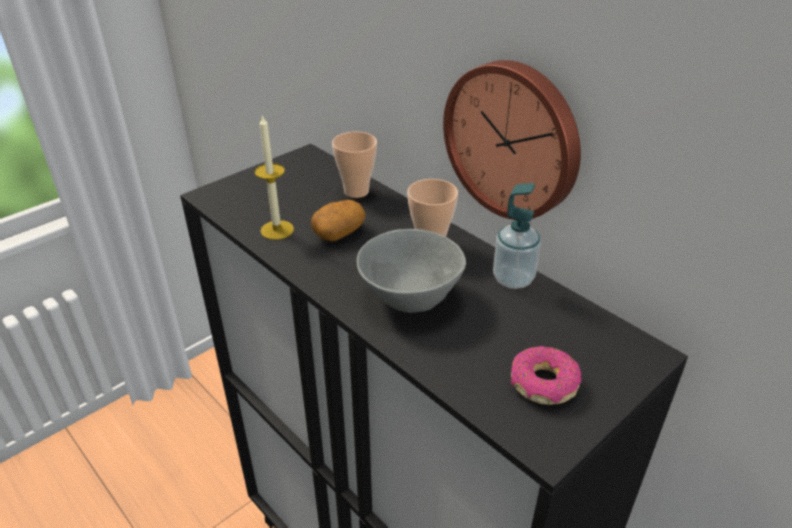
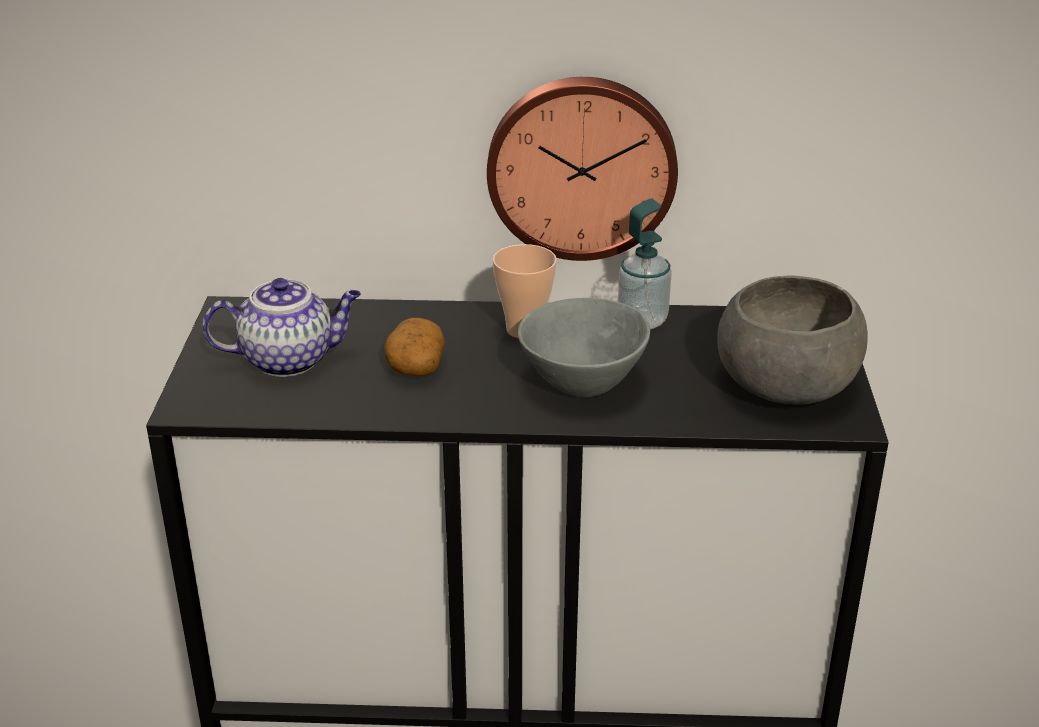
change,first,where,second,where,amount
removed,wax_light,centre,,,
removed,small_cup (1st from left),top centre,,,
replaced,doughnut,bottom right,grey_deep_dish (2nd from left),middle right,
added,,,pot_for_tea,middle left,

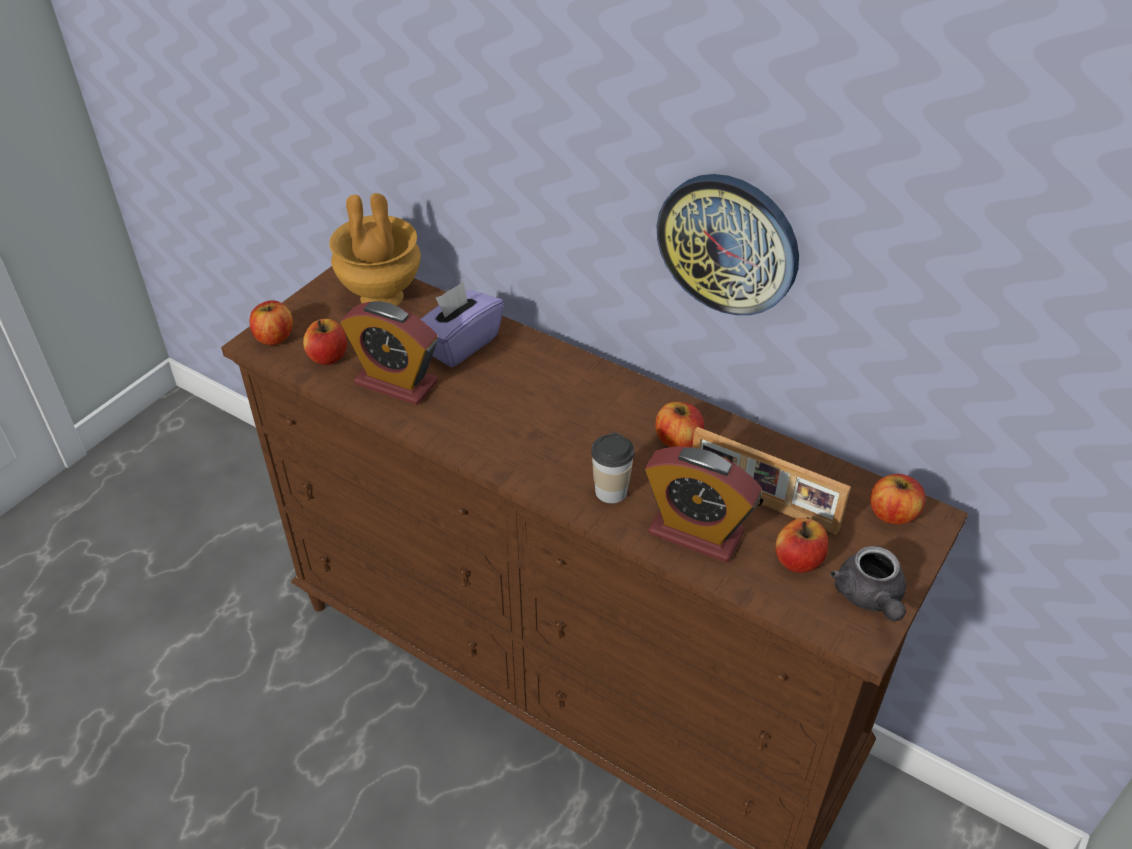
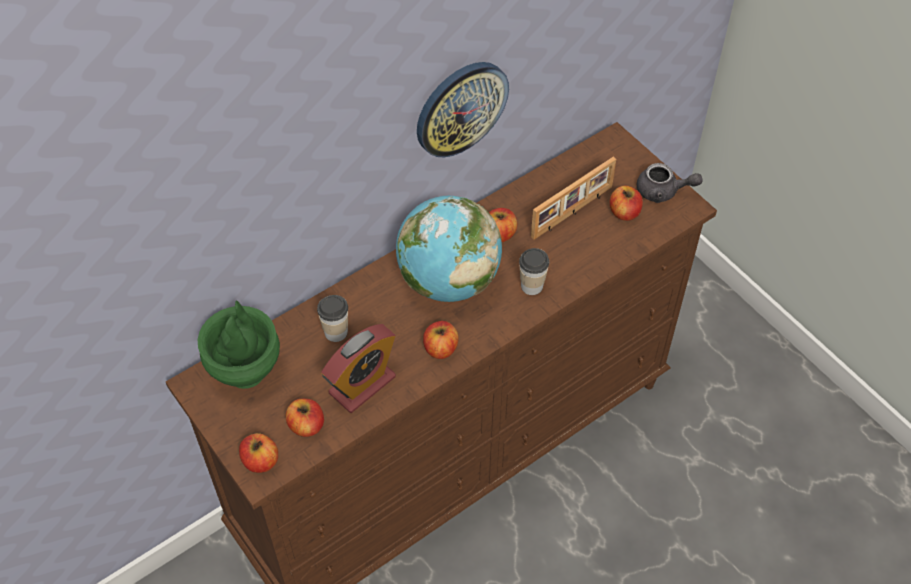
change,first,where,second,where,amount
recoloured,brown_vase,top left,green_vase,middle left,
replaced,purple_tissue_box,centre,small_cup (1st from left),centre,
removed,alarm_clock (2nd from left),centre,,,
moved,apple_fruit (5th from left in the first image),middle right,apple_fruit (3rd from left),centre,
added,,,desk_globe,centre,

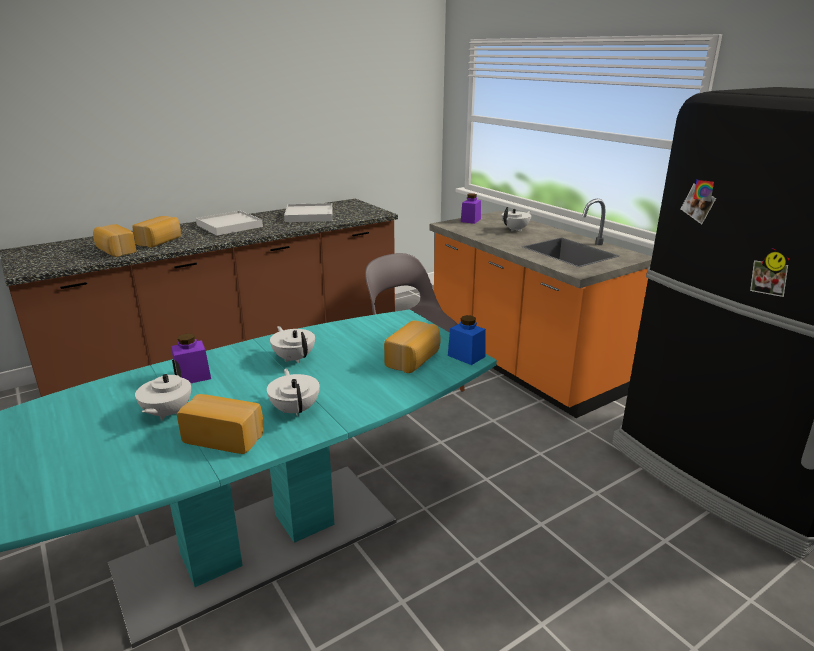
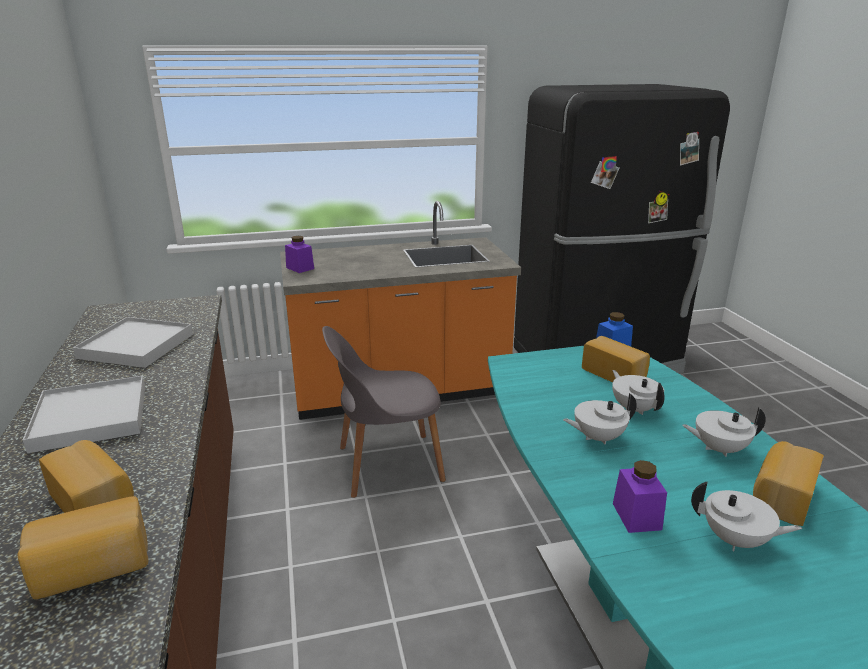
change,first,where,second,where,amount
moved,white-coloured_pot_for_tea (4th from left in the first image),centre,white-coloured_pot_for_tea (2nd from left),middle right,

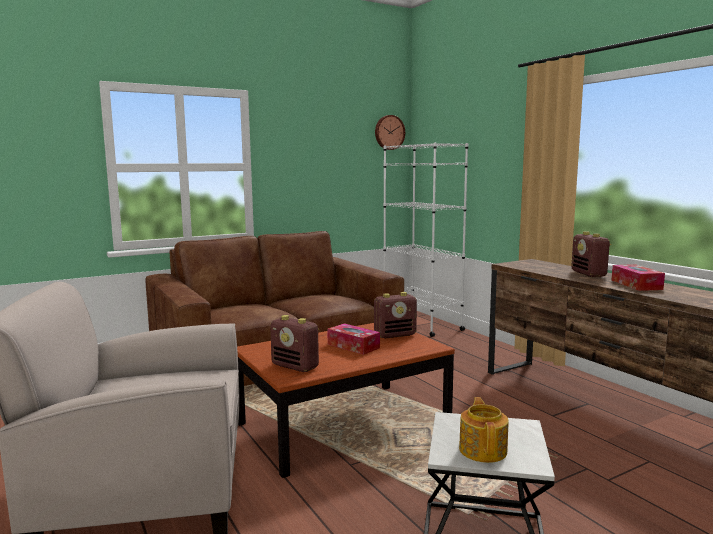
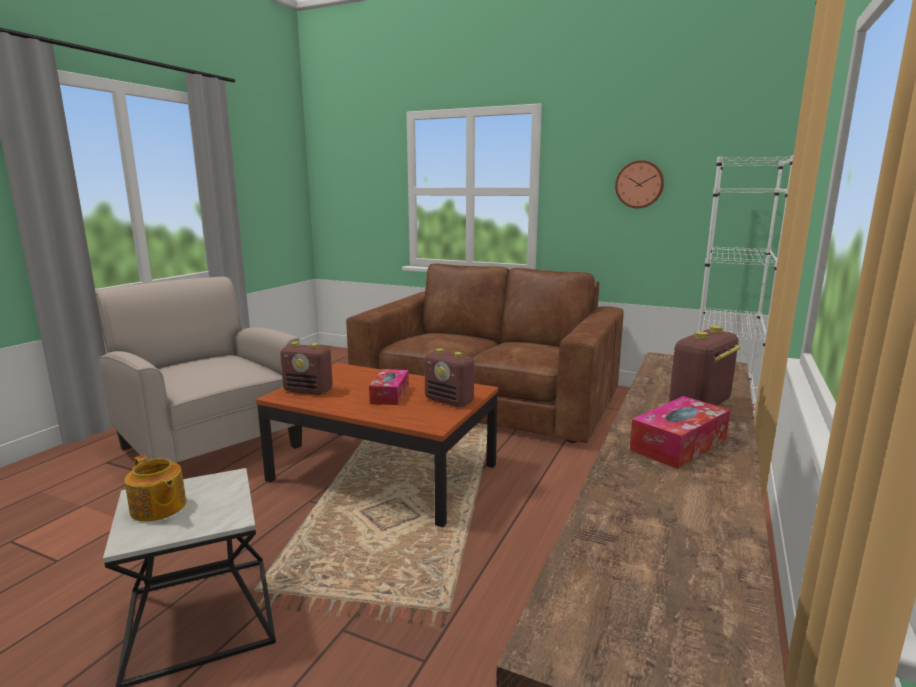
change,first,where,second,where,amount
moved,clock_on_the_wall,top centre,,top right,
turned,radio_receiver (1st from left),centre,,centre,75 degrees counterclockwise
turned,pot_for_tea,bottom right,,bottom left,75 degrees clockwise

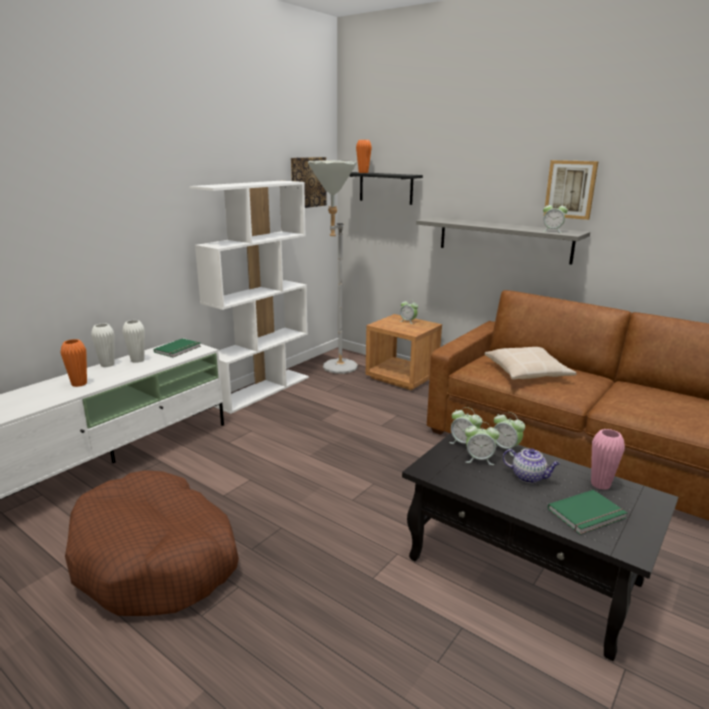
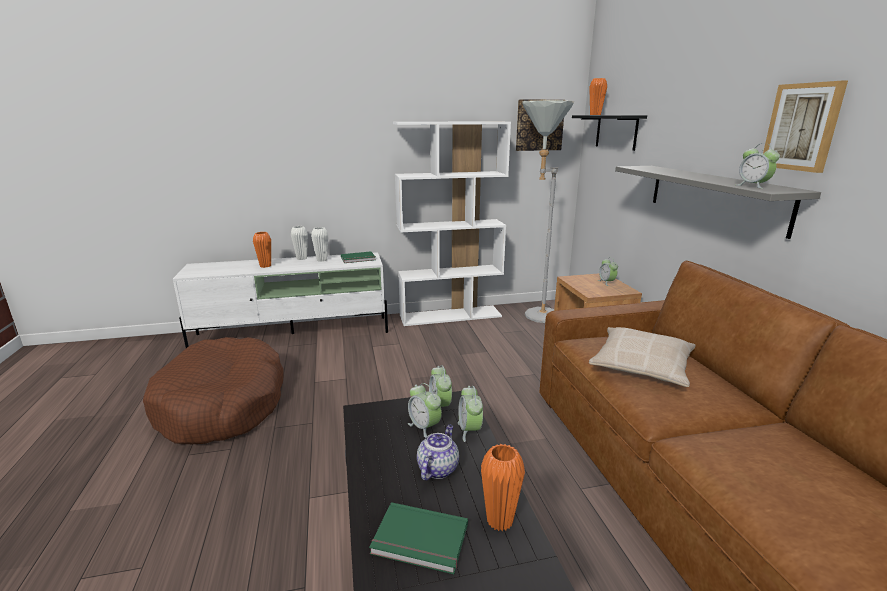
change,first,where,second,where,amount
recoloured,pink-coloured_vase,middle right,orangey_vase (2nd from left),bottom centre,
turned,pot_for_tea,middle right,,bottom centre,135 degrees counterclockwise

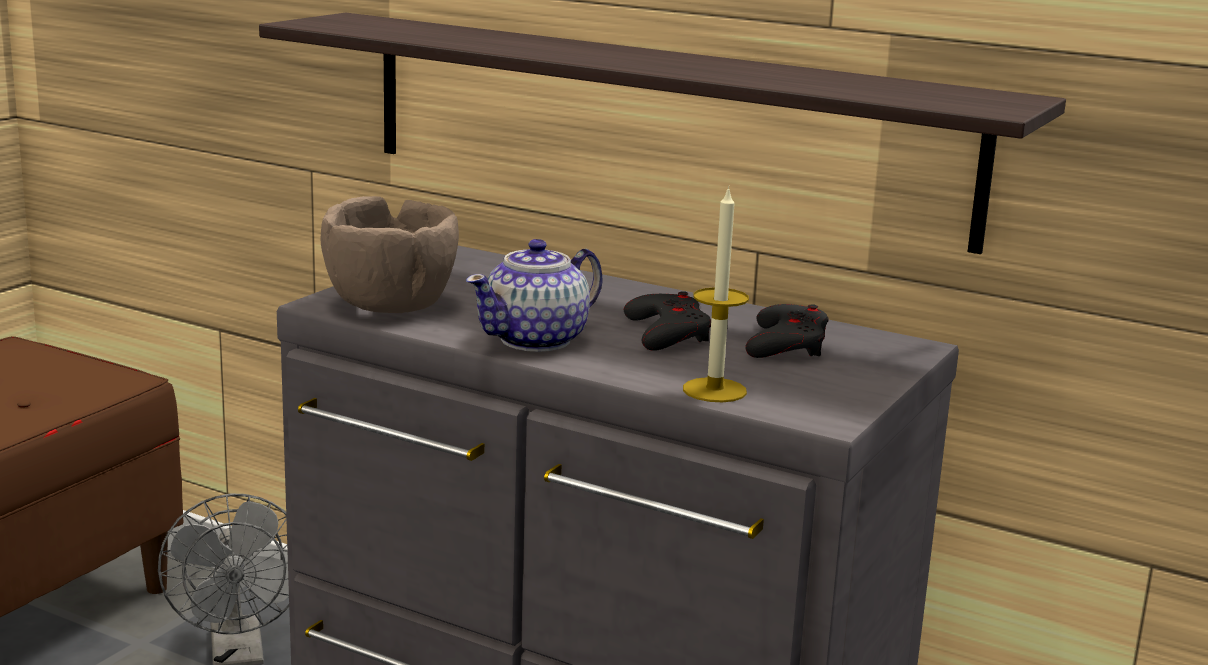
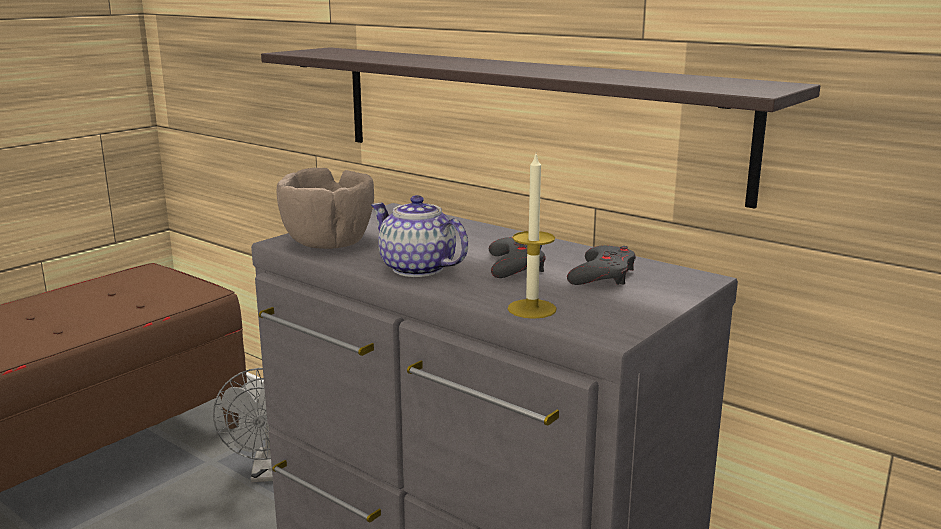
change,first,where,second,where,amount
turned,pot_for_tea,centre,,centre,75 degrees clockwise

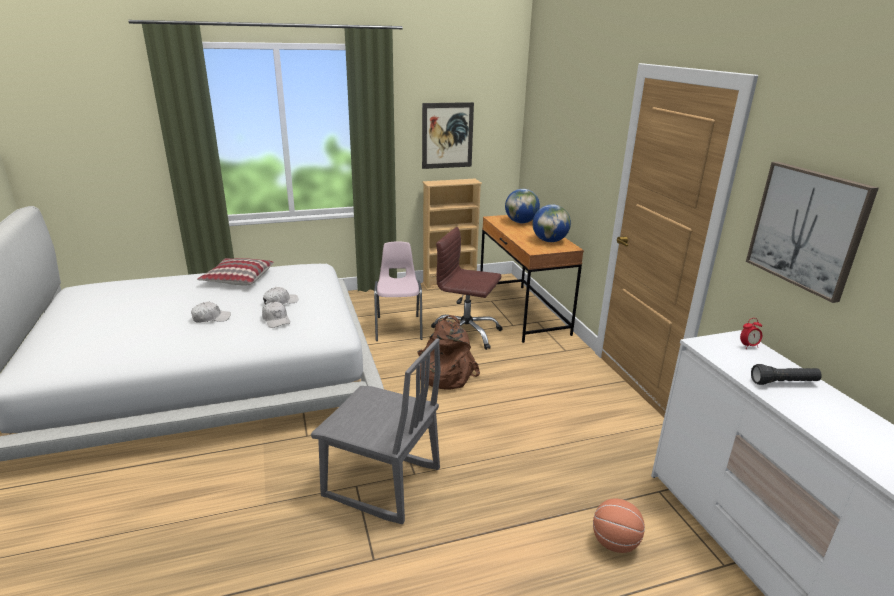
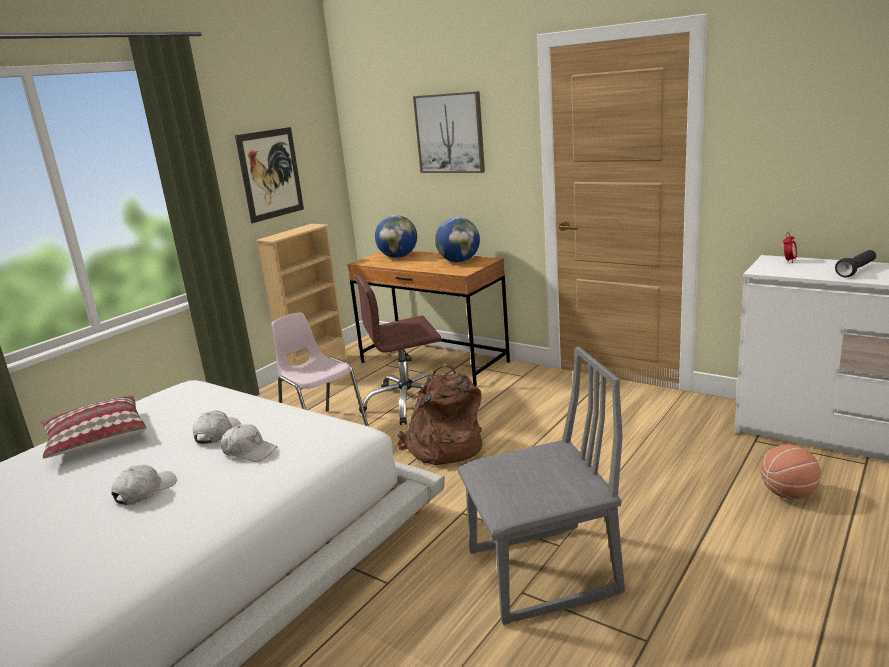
change,first,where,second,where,amount
moved,picture (2nd from left),middle right,,top centre,

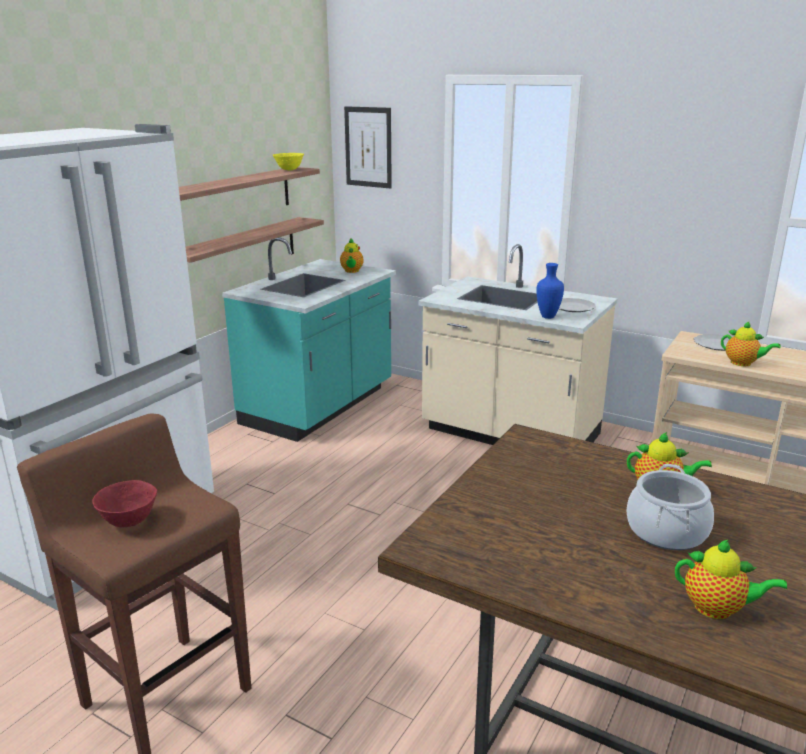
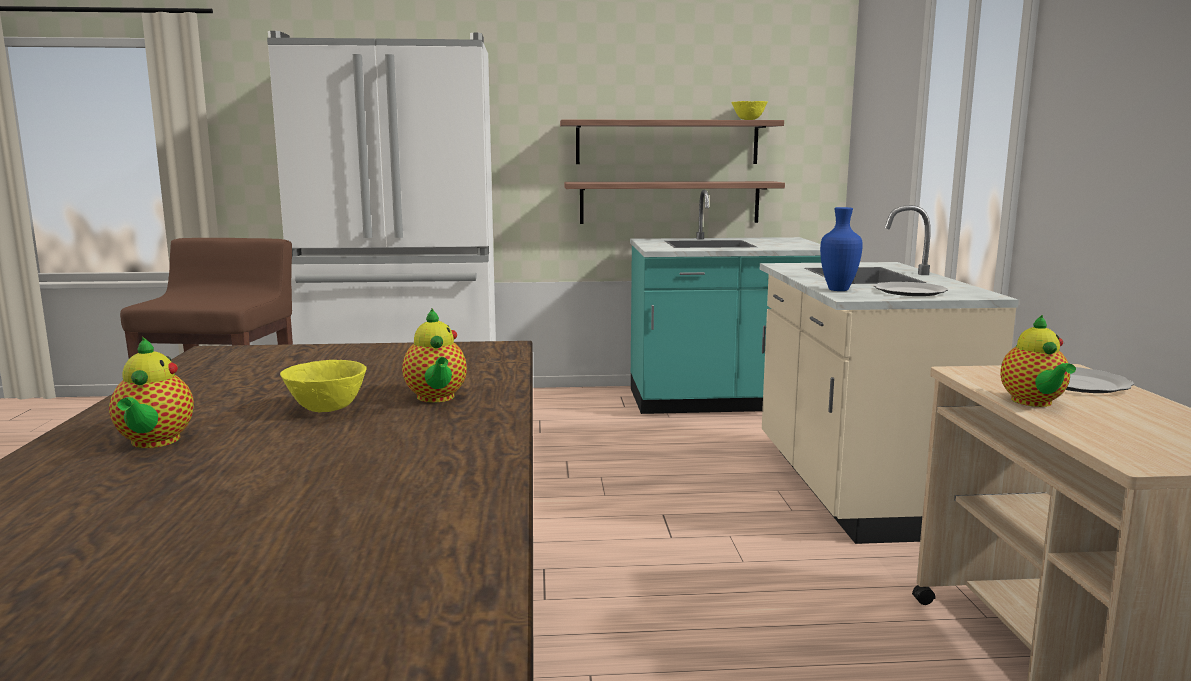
change,first,where,second,where,amount
removed,picture,top centre,,,
removed,pot_for_tea (1st from left),centre,,,
replaced,saucepot,bottom right,yellow_deep_dish (1st from left),middle left,
removed,red_deep_dish,bottom left,,,

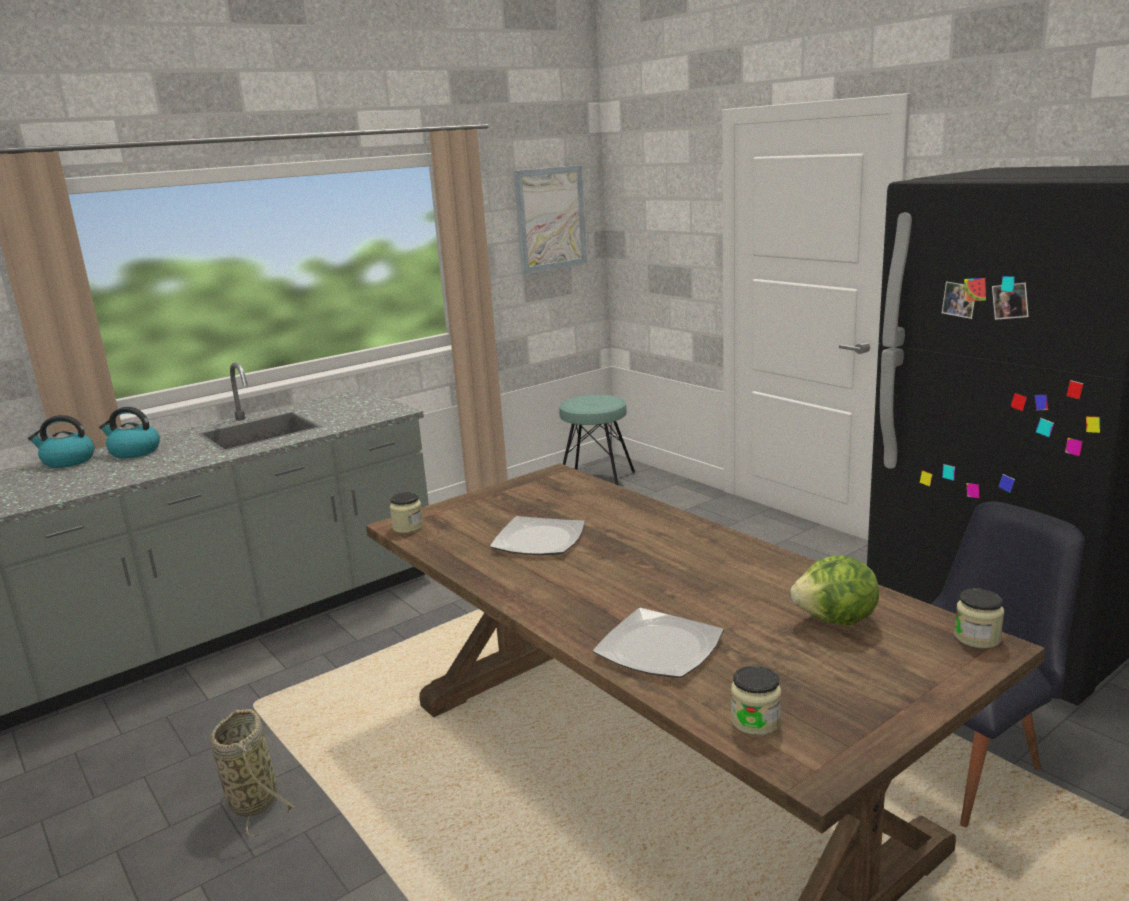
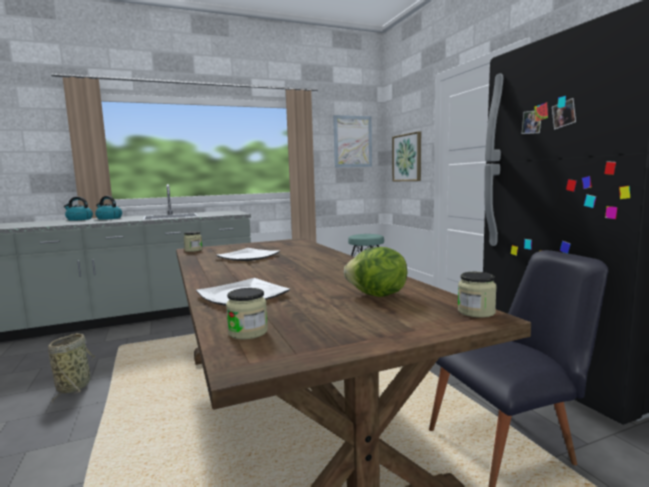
change,first,where,second,where,amount
added,,,picture (2nd from left),top centre,

